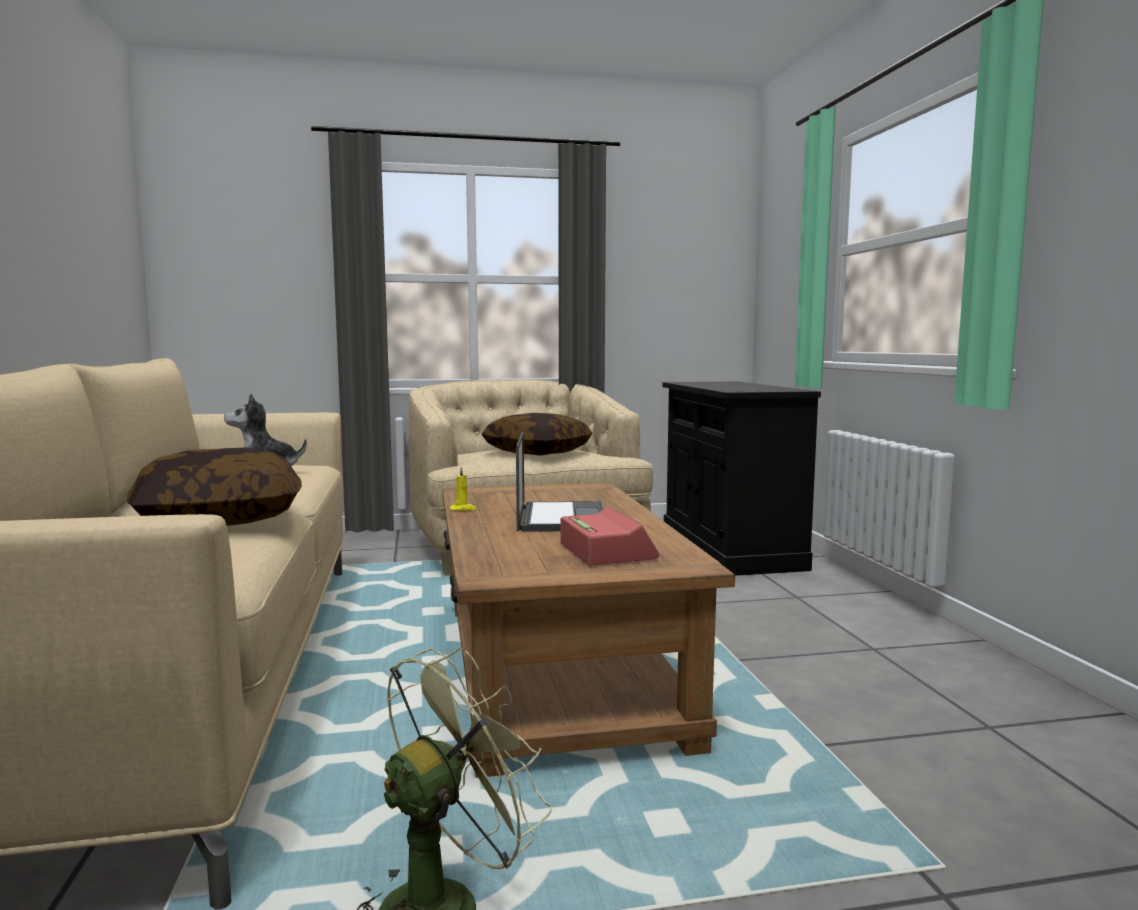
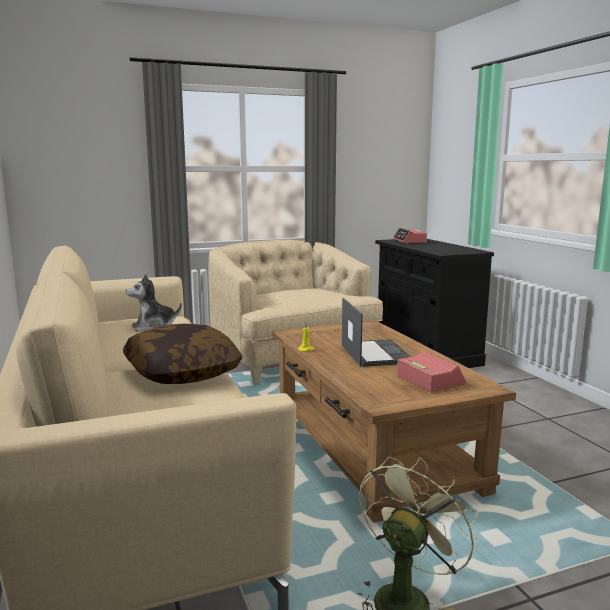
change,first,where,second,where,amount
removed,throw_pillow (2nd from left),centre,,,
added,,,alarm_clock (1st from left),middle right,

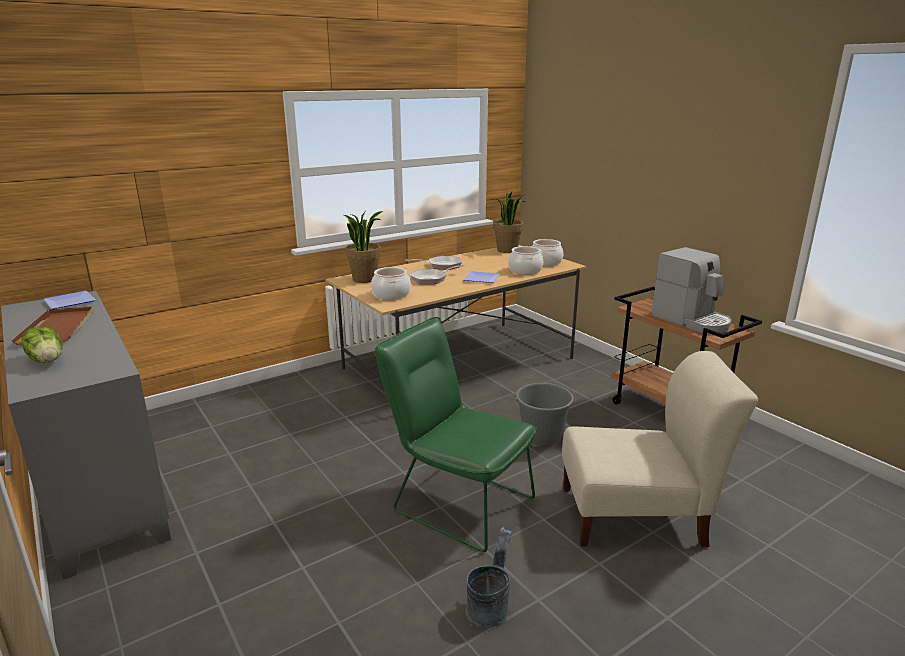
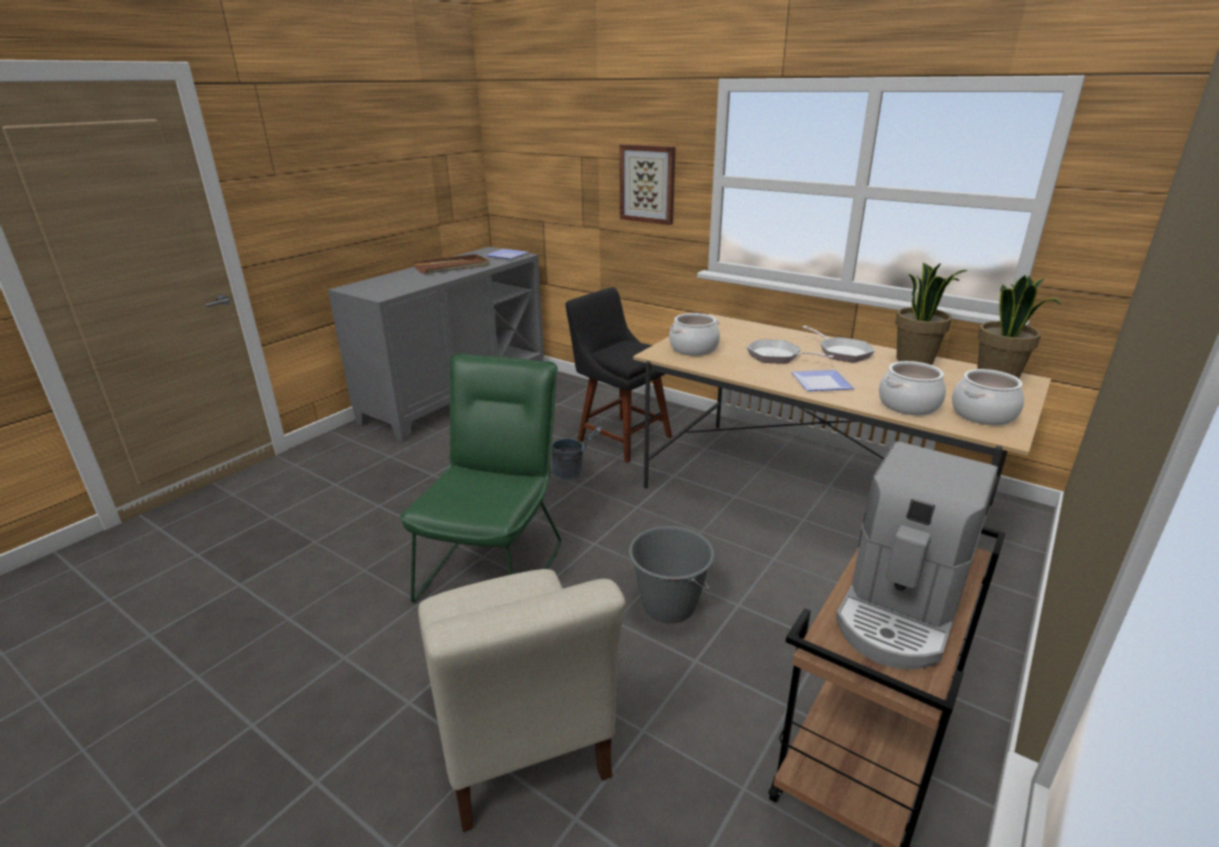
change,first,where,second,where,amount
moved,plant_in_a_pot (1st from left),centre,,middle right,
removed,lettuce,middle left,,,
moved,grey_pail (1st from left),bottom centre,,centre,
added,,,picture,top centre,
added,,,black_chair,centre,

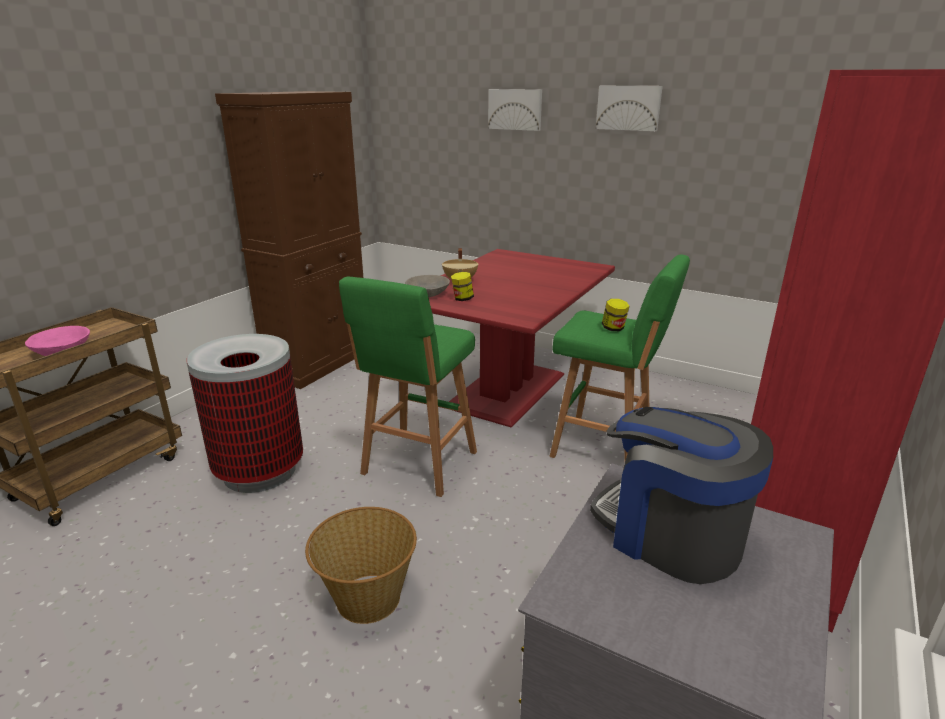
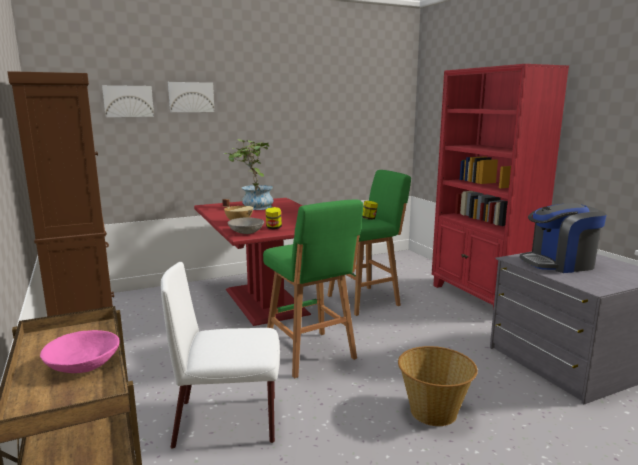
change,first,where,second,where,amount
moved,picture (2nd from left in the first image),top centre,picture (1st from left),top left,
replaced,waste_bin,middle left,white-coloured_chair,bottom centre,
added,,,plant_in_a_pot,centre,

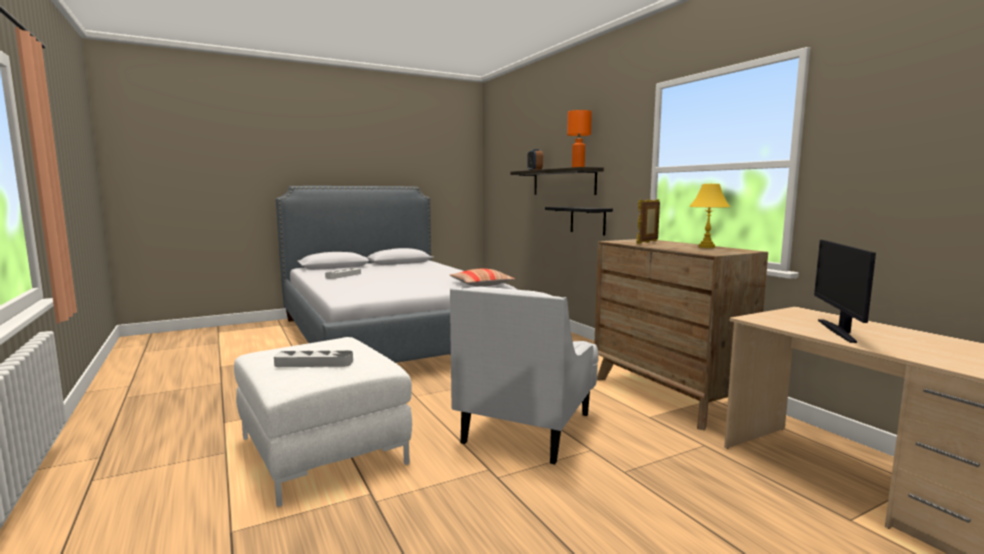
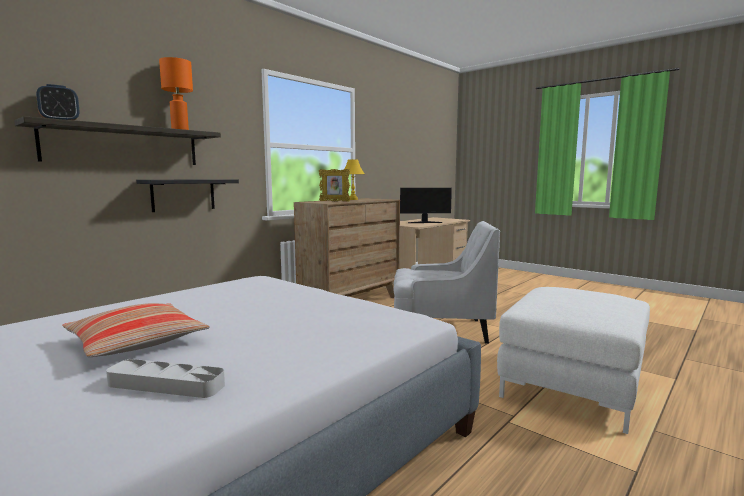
change,first,where,second,where,amount
moved,throw_pillow,centre,,middle left,
removed,grey_tray (1st from left),middle left,,,

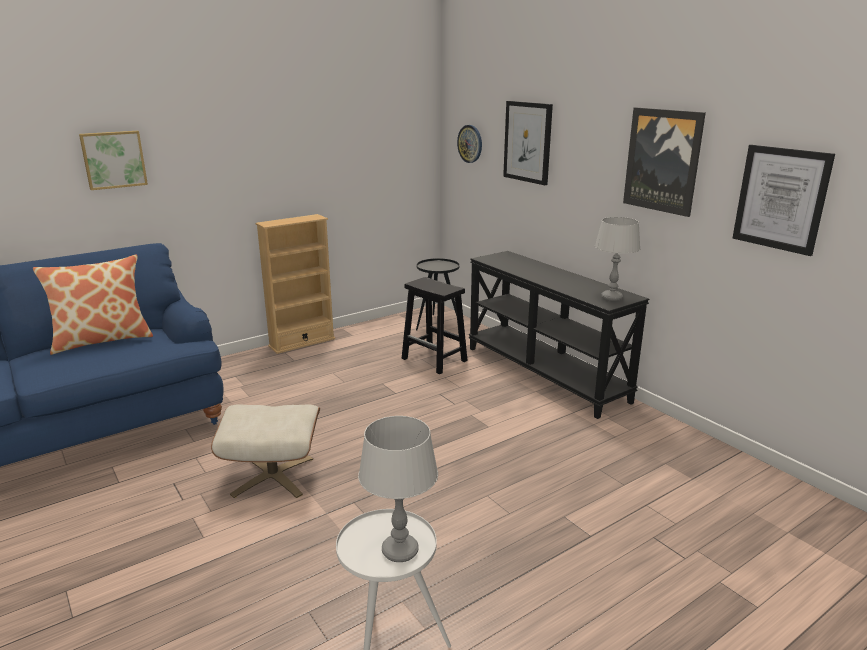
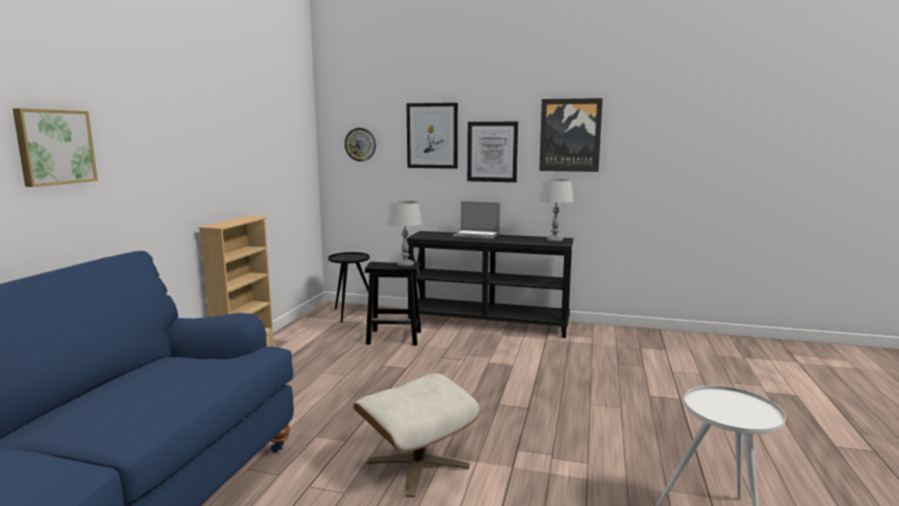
change,first,where,second,where,amount
moved,picture (4th from left in the first image),top right,picture (3rd from left),top centre,
removed,throw_pillow,middle left,,,
moved,grey_table_lamp (1st from left),bottom centre,,centre,
added,,,laptop,centre,

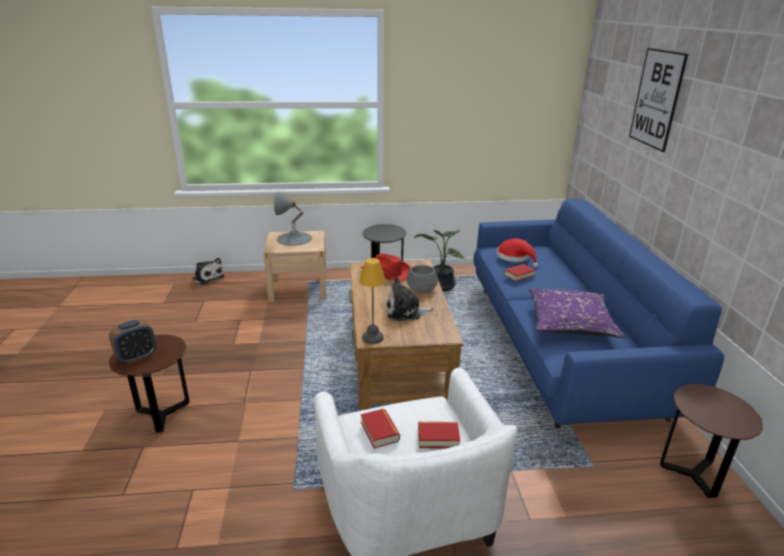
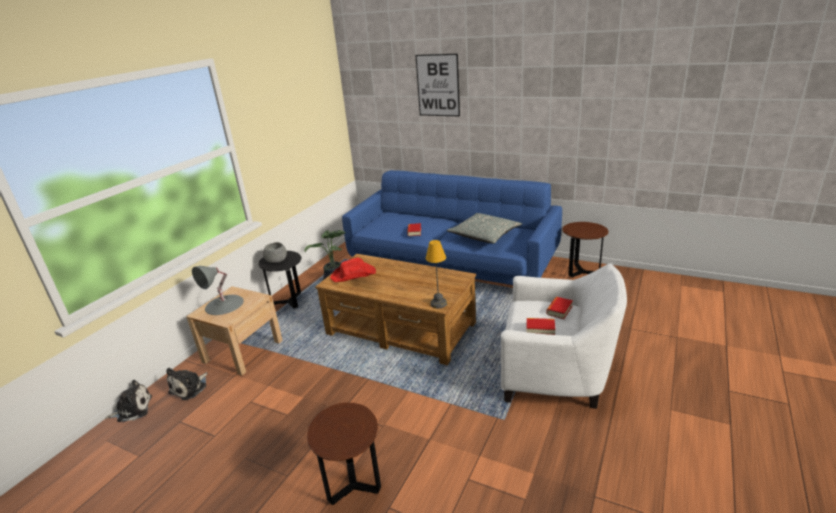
change,first,where,second,where,amount
removed,red_wearable_hat (2nd from left),centre,,,
moved,grey_deep_dish,centre,,middle left,
moved,soft_toy (2nd from left),centre,,bottom left,
recoloured,purple_throw_pillow,middle right,grey_throw_pillow,centre,
removed,alarm_clock,middle left,,,

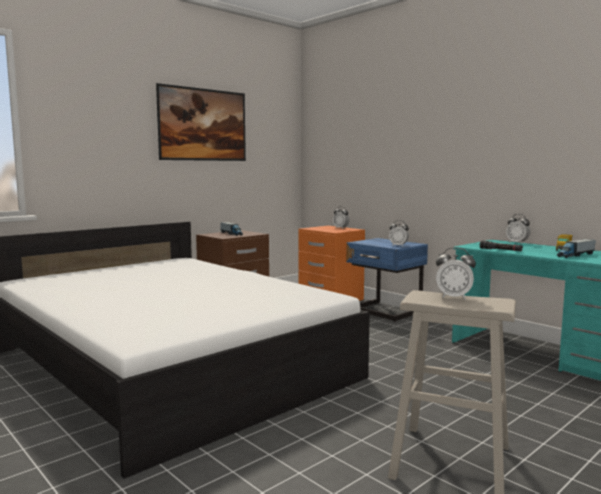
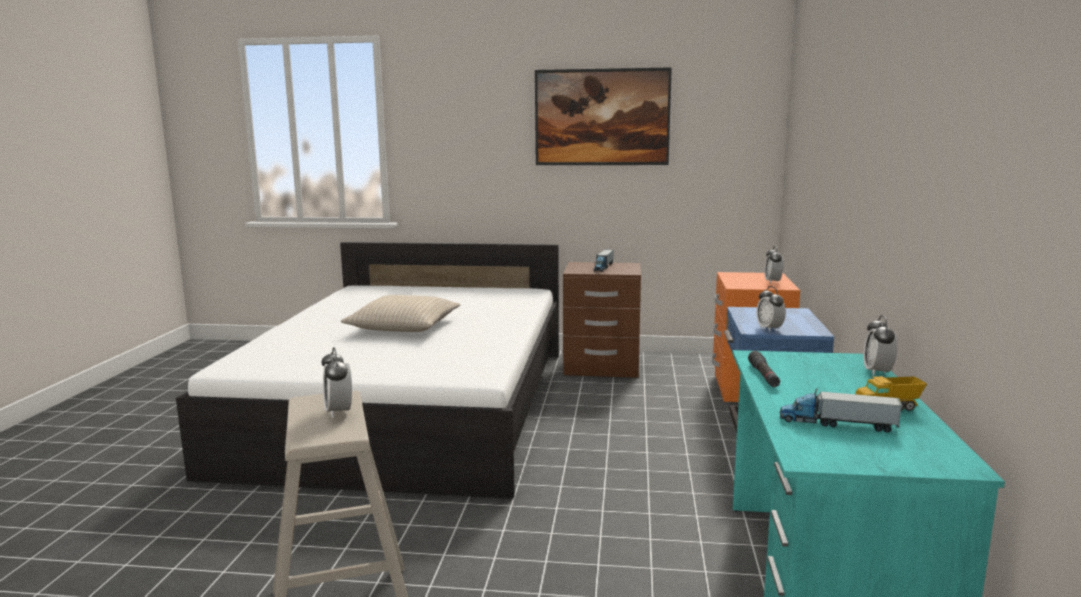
change,first,where,second,where,amount
added,,,beige-coloured_throw_pillow,centre,

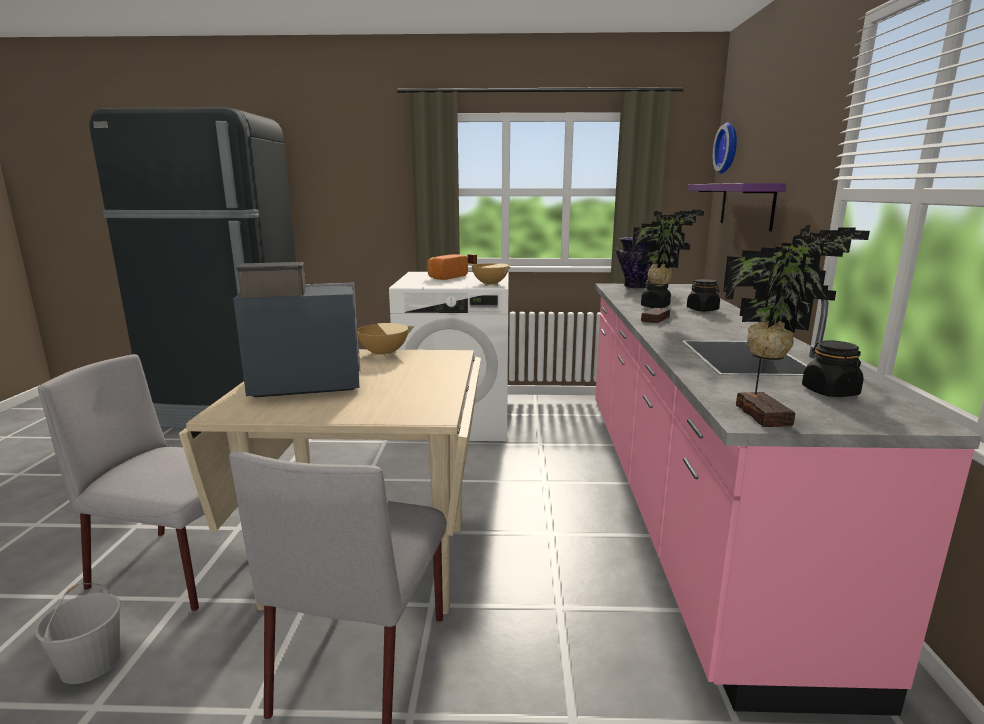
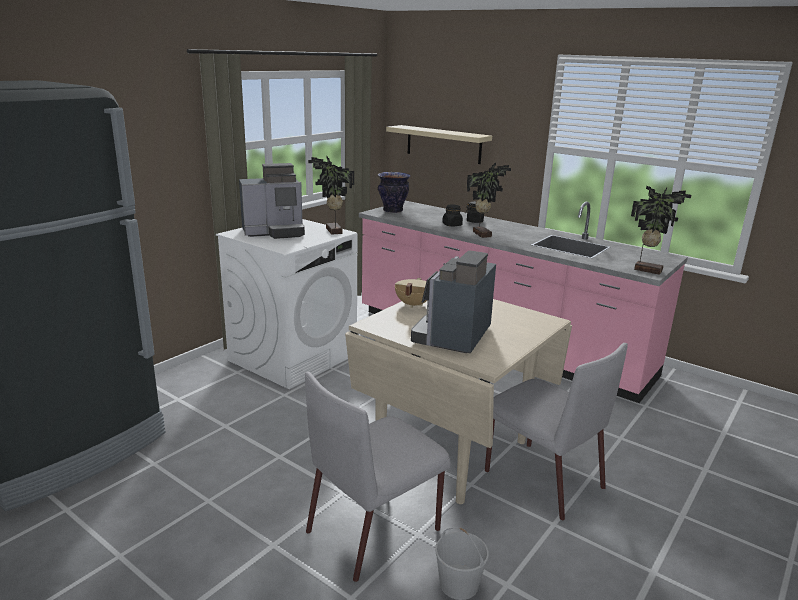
change,first,where,second,where,amount
removed,clock_on_the_wall,top right,,,
recoloured,purple_shelf,top right,beige-coloured_shelf,top centre,
replaced,baked_bread,centre,coffee_machine (1st from left),centre,
replaced,beige-coloured_saucepot (2nd from left),centre,plant_in_a_pot (1st from left),top centre,
removed,black_jar (3rd from left),middle right,,,

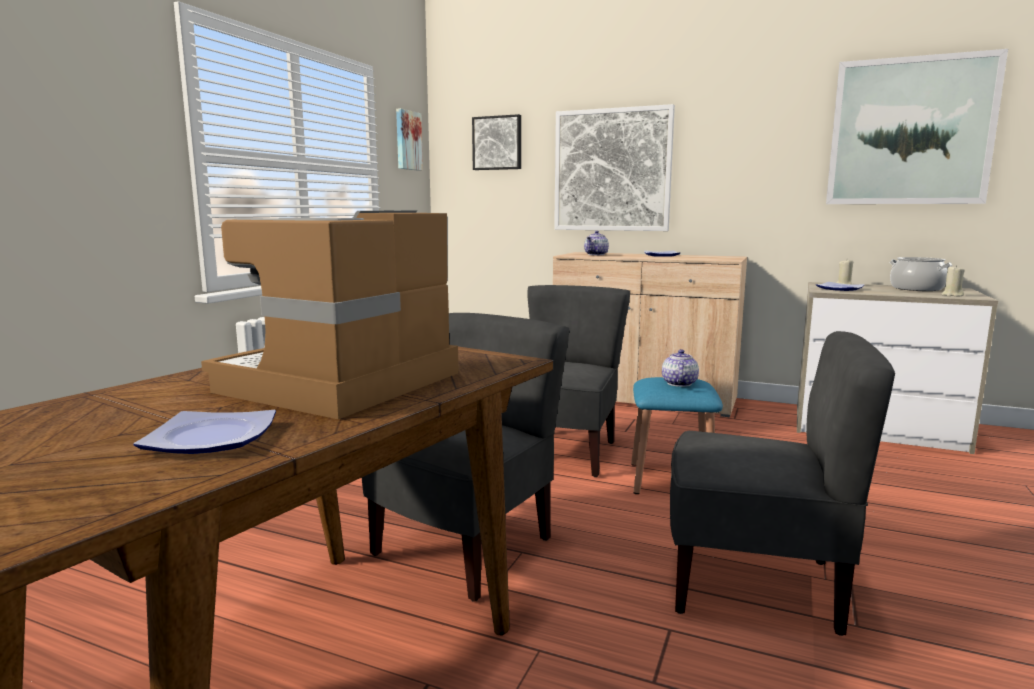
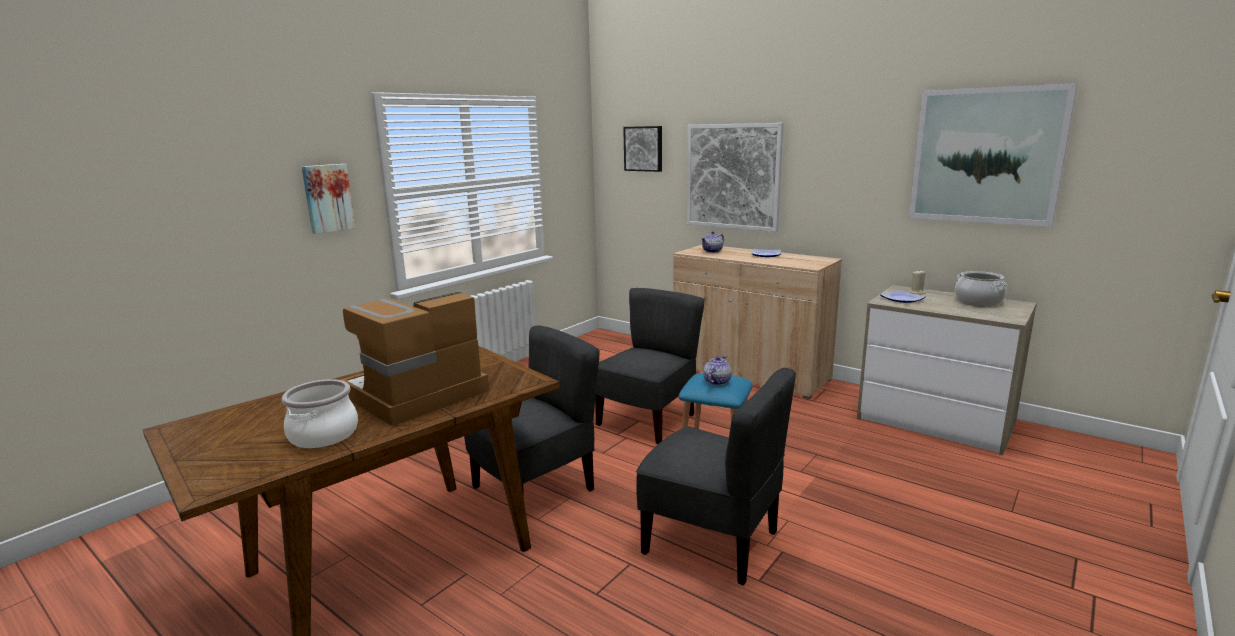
change,first,where,second,where,amount
moved,picture (1st from left),top centre,,top left,
removed,beige-coloured_wax_light (2nd from left),middle right,,,
replaced,flat_dish (1st from left),middle left,saucepot (1st from left),middle left,

